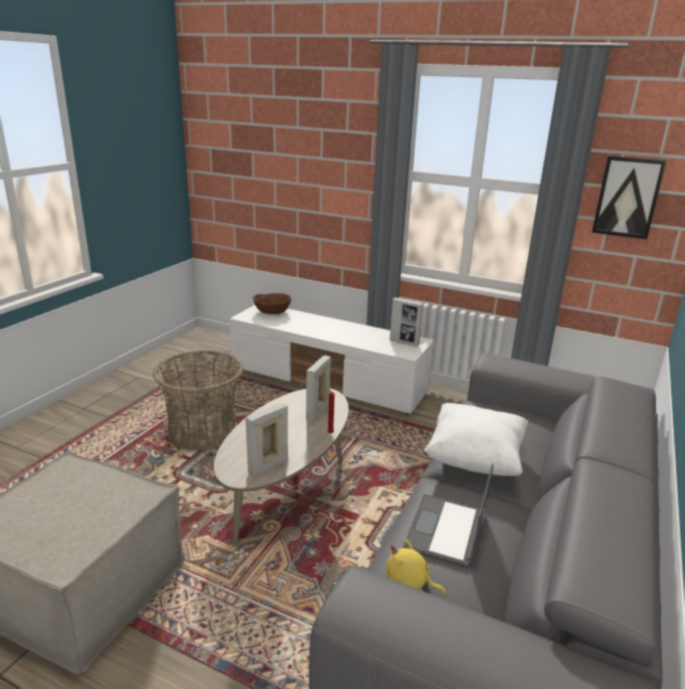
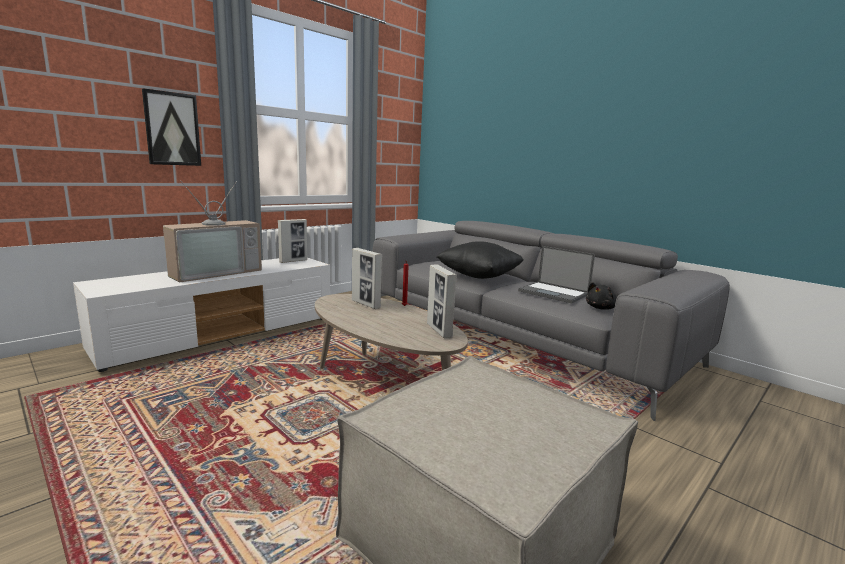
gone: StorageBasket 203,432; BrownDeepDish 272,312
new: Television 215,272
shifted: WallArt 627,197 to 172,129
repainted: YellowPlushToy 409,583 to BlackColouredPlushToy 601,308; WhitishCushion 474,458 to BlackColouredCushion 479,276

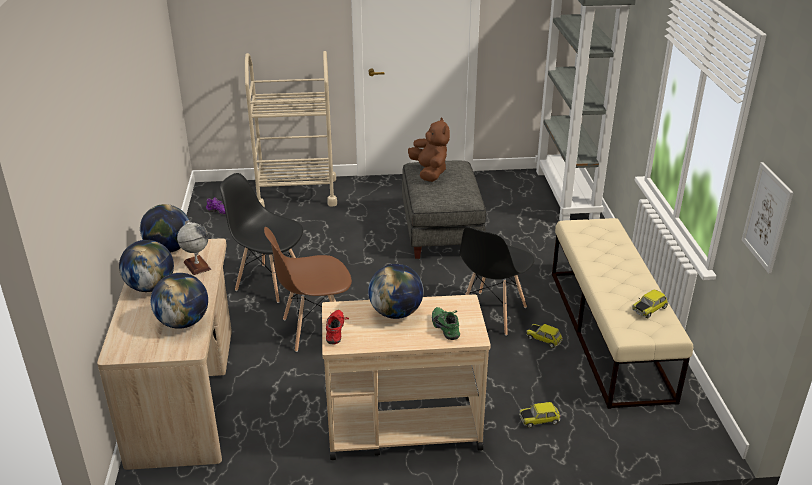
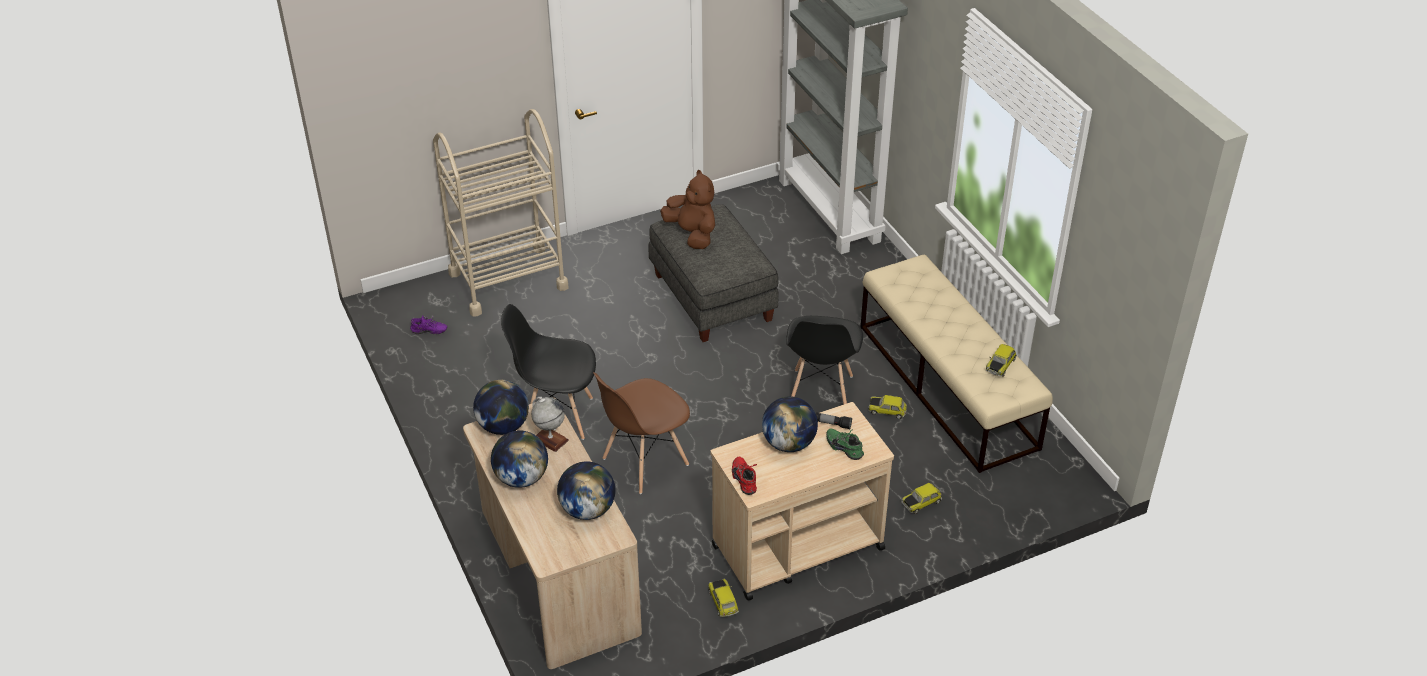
gone: WallArt 767,217
new: ModelCar 723,602; Flashlight 832,424

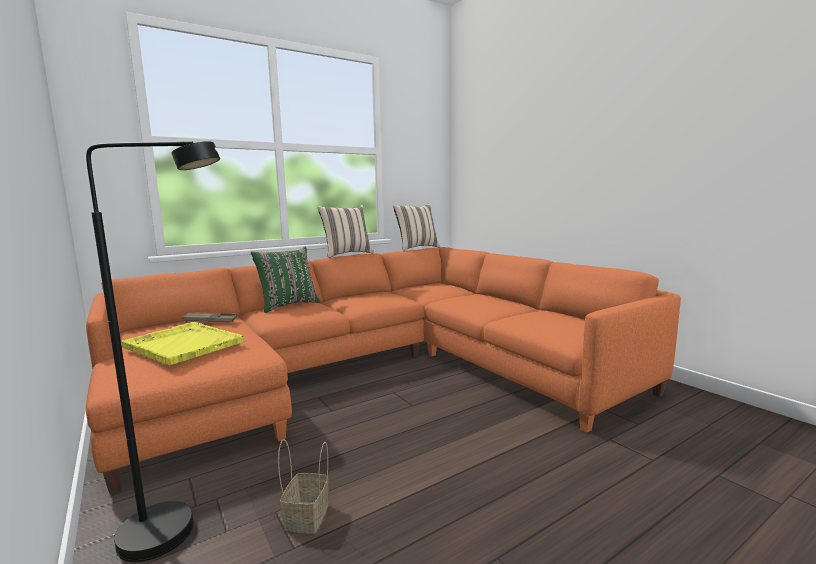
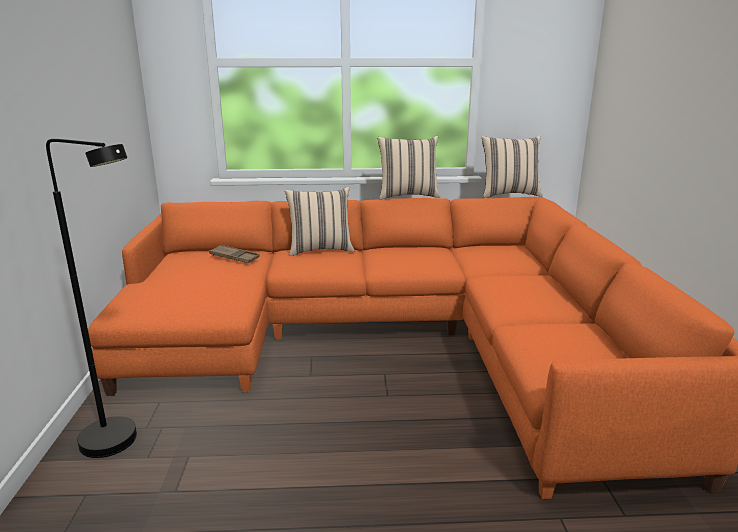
gone: YellowCarryingTray 183,344; StorageBasket 307,518
repainted: GreenColouredCushion 287,305 to SandColouredCushion 320,250

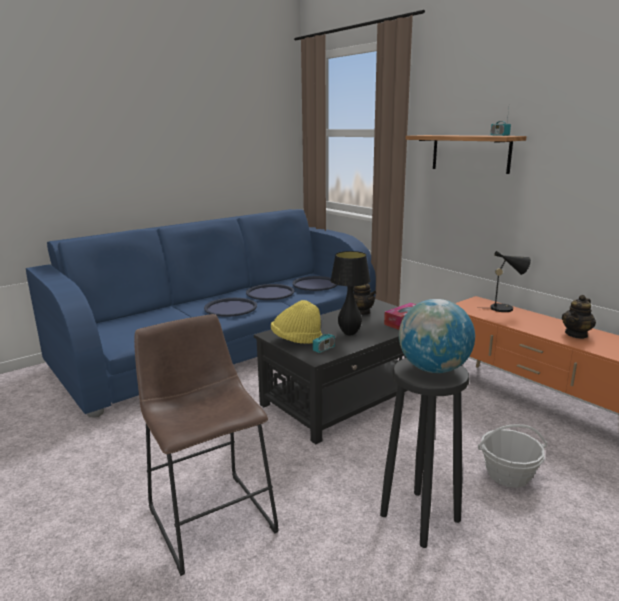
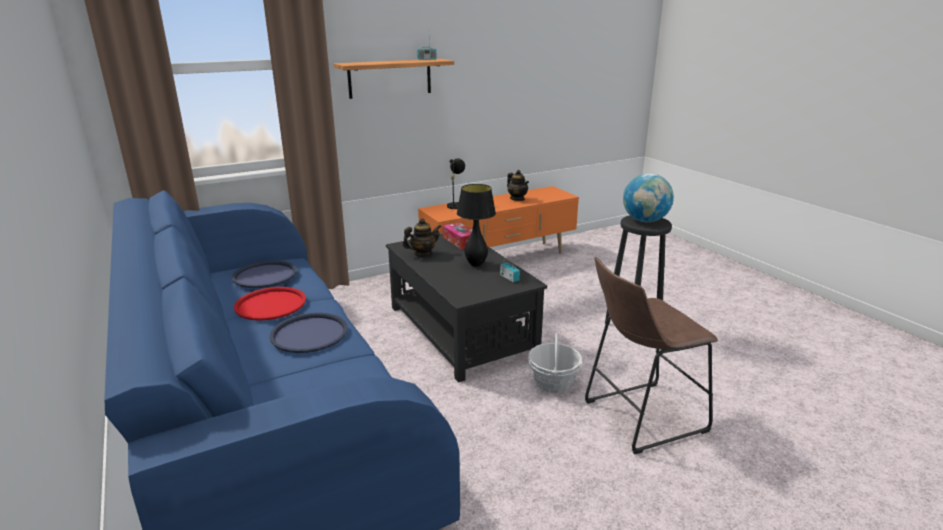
gone: YellowClothingHat 296,340
shifted: StorageBasket 508,474 to 553,382
repainted: BluishCarryingTray 270,293 to RedColouredCarryingTray 270,304

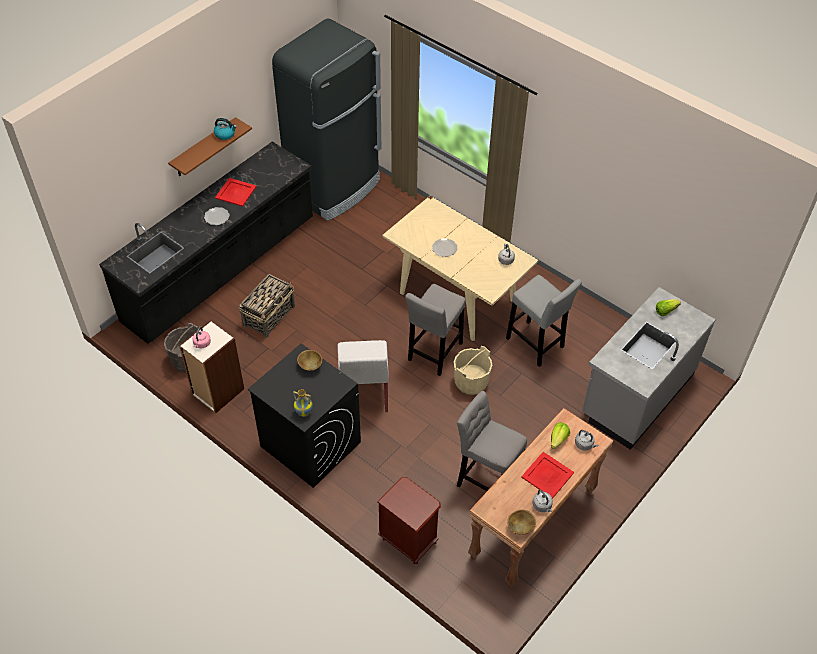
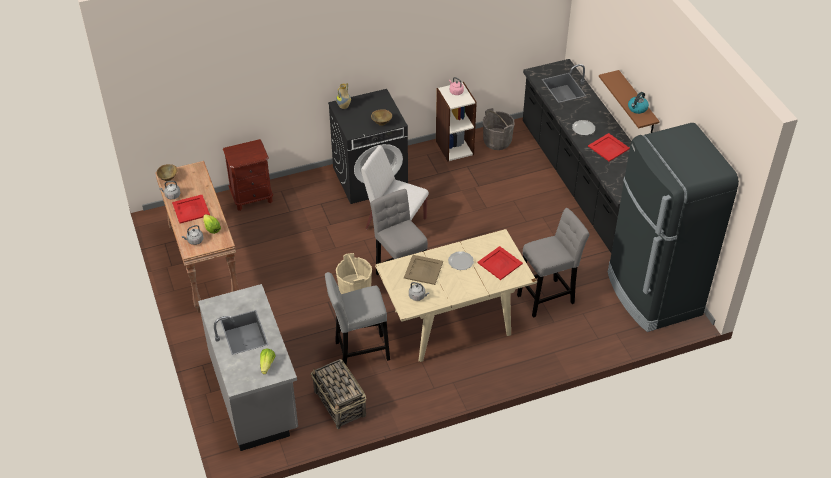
new: SandColouredCarryingTray 423,270; RedColouredCarryingTray 500,263
shifted: StorageBasket 269,315 to 340,404; GreyishStool 486,482 to 548,297

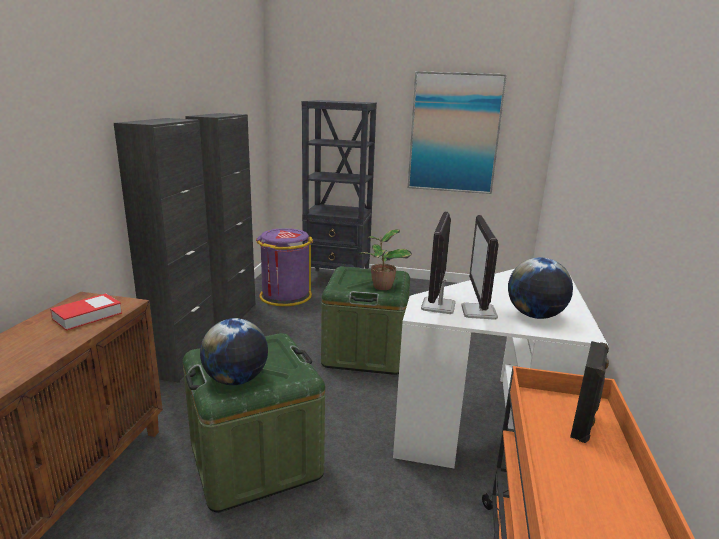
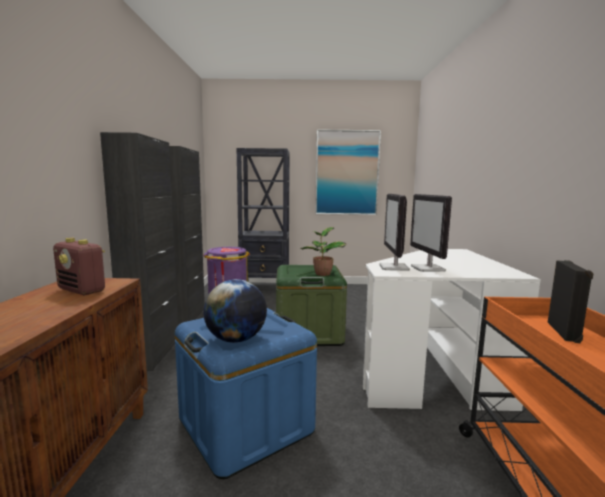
gone: WorldGlobe 535,315
swapped: Volume 87,316 to RadioSet 82,291
repainted: GreenColouredStorageBox 255,459 to BluishStorageBox 245,425

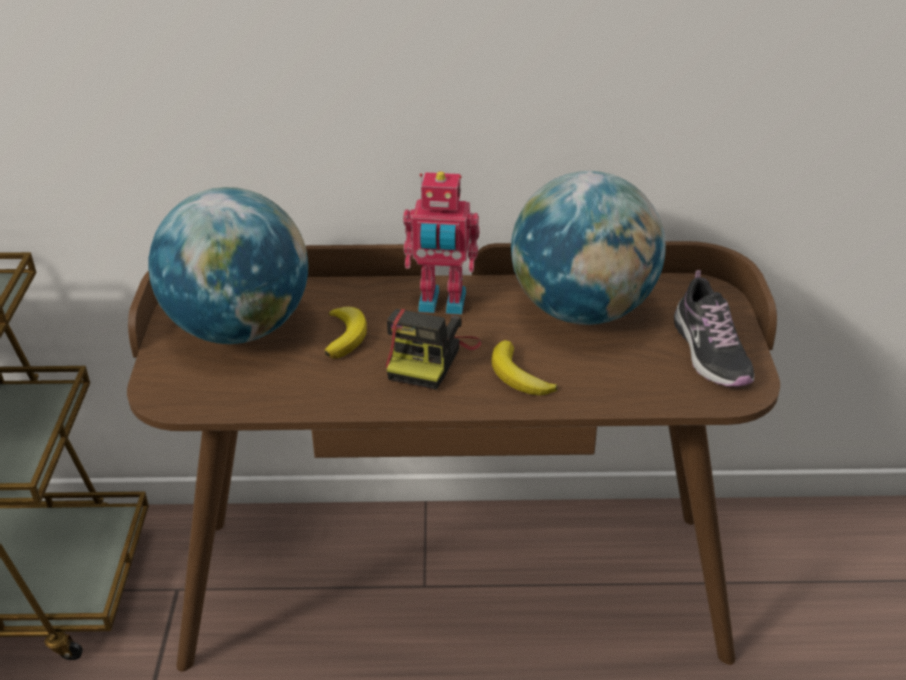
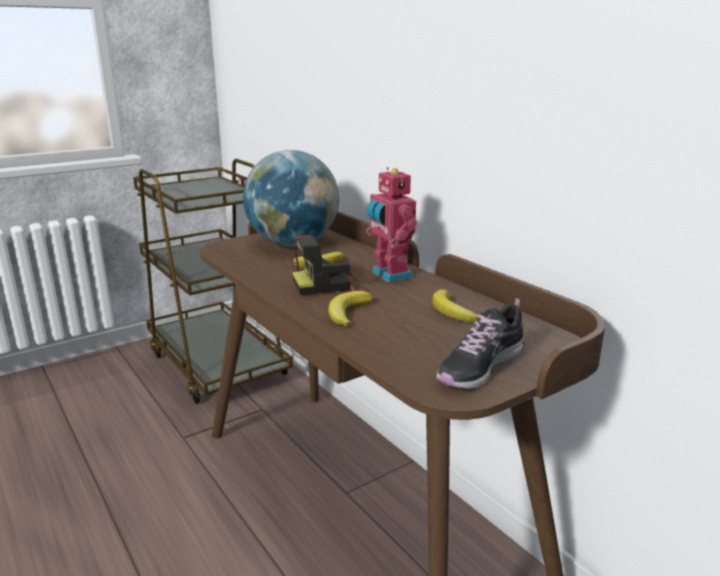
swapped: WorldGlobe 582,311 to Banana 452,311

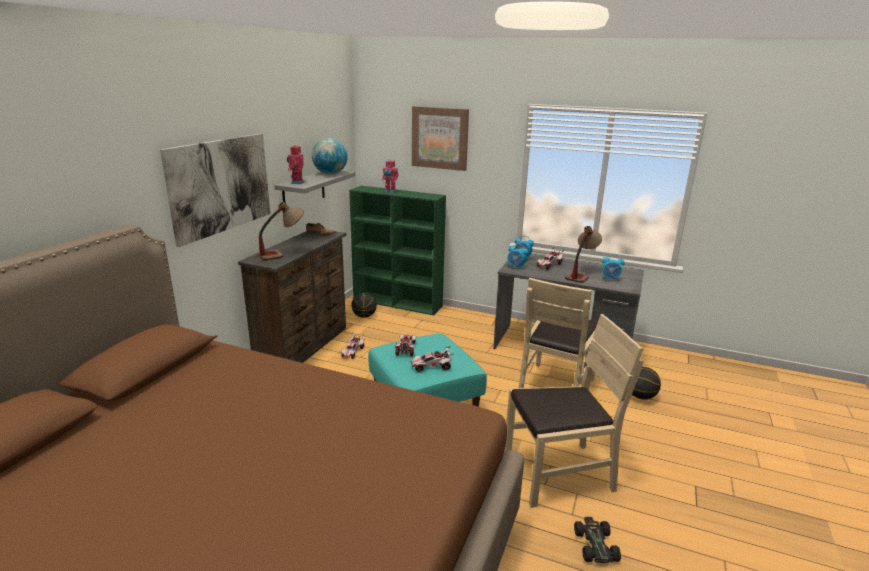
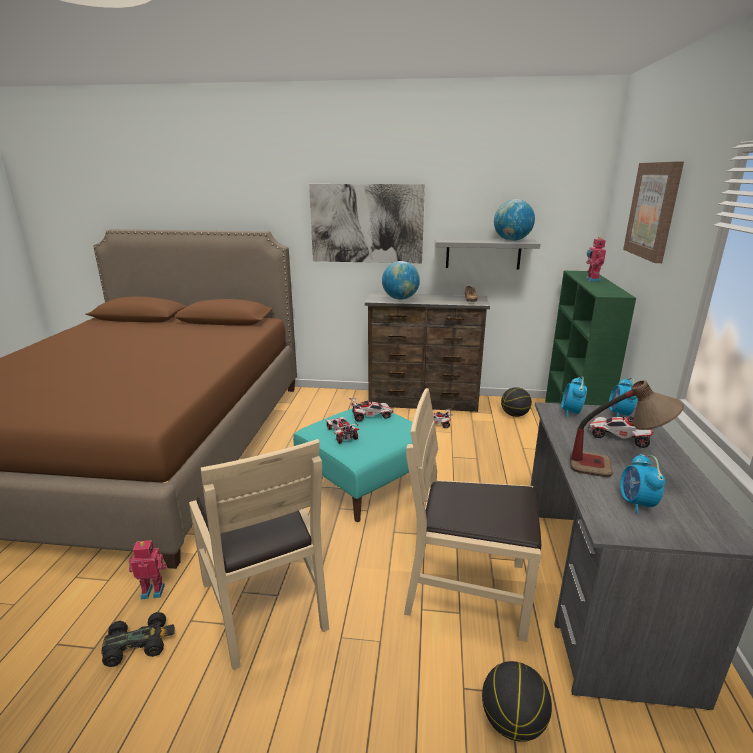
shifted: RobotFigure 297,182 to 153,590
swapped: LampForATable 283,254 to WorldGlobe 400,299

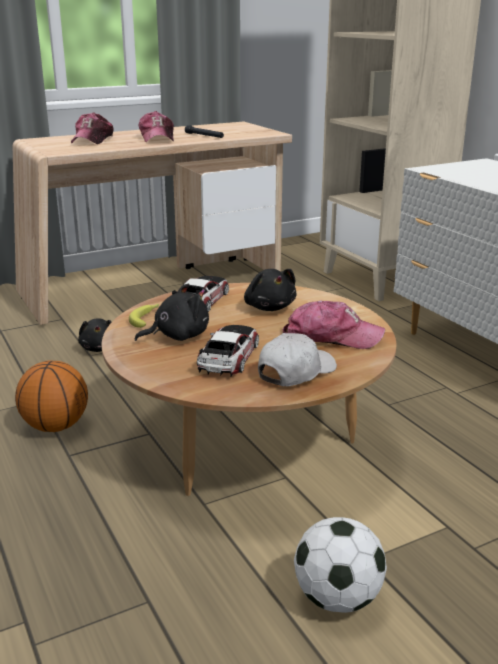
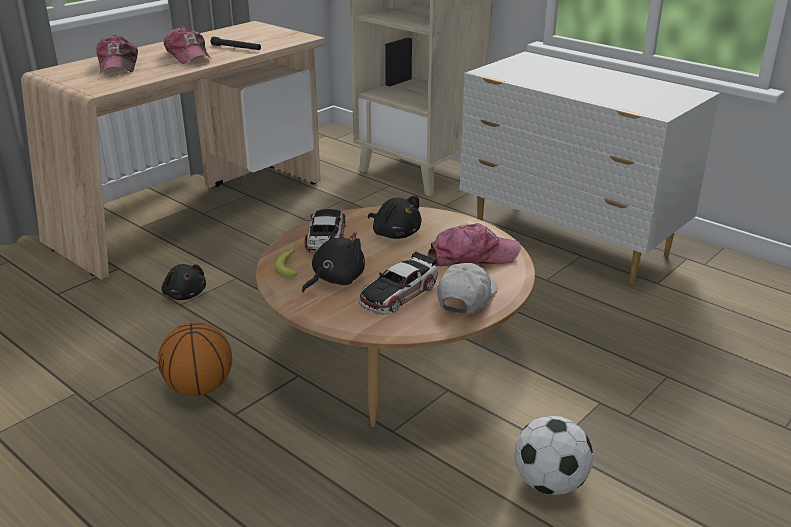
rotated: ModelCar 229,357 = 398,293 135 degrees counterclockwise

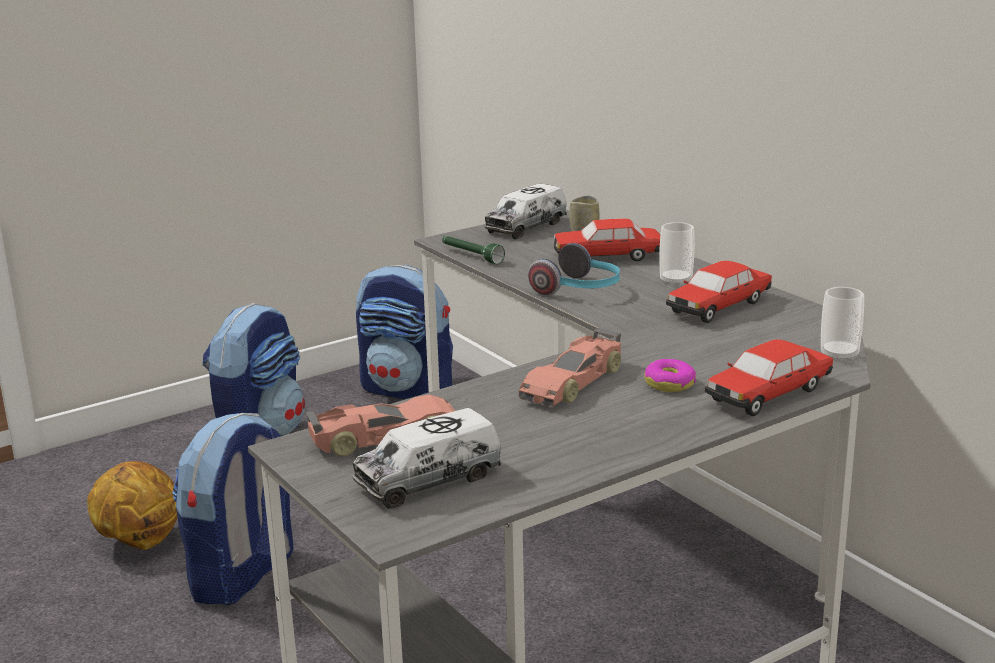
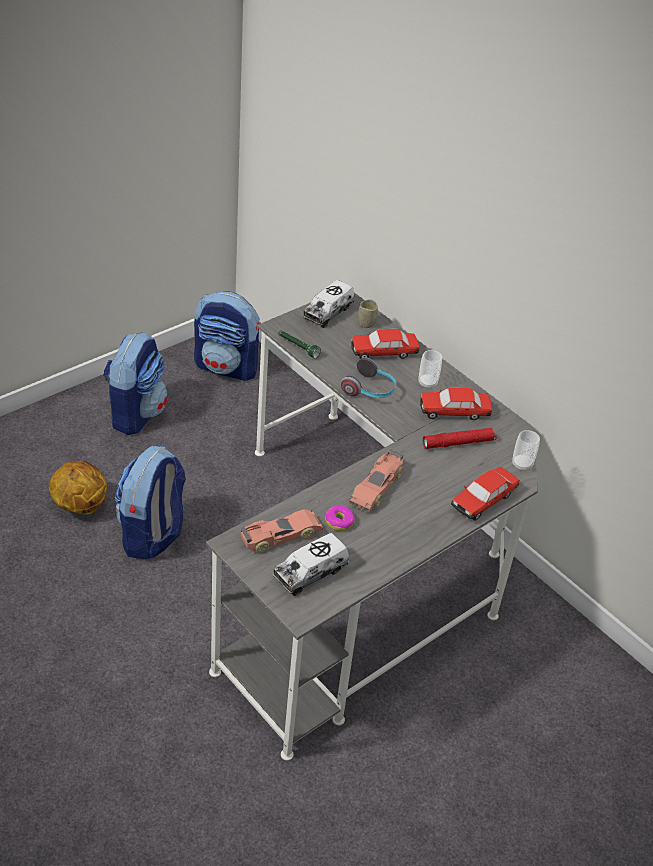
new: RedColouredFlashlight 458,443
shifted: Donut 669,384 to 339,521
rotated: ModelCar 719,306 = 454,411 45 degrees clockwise

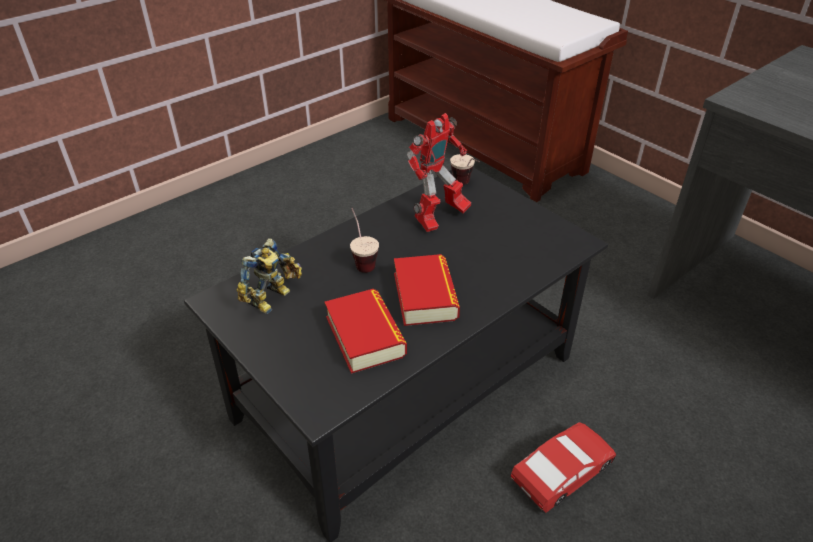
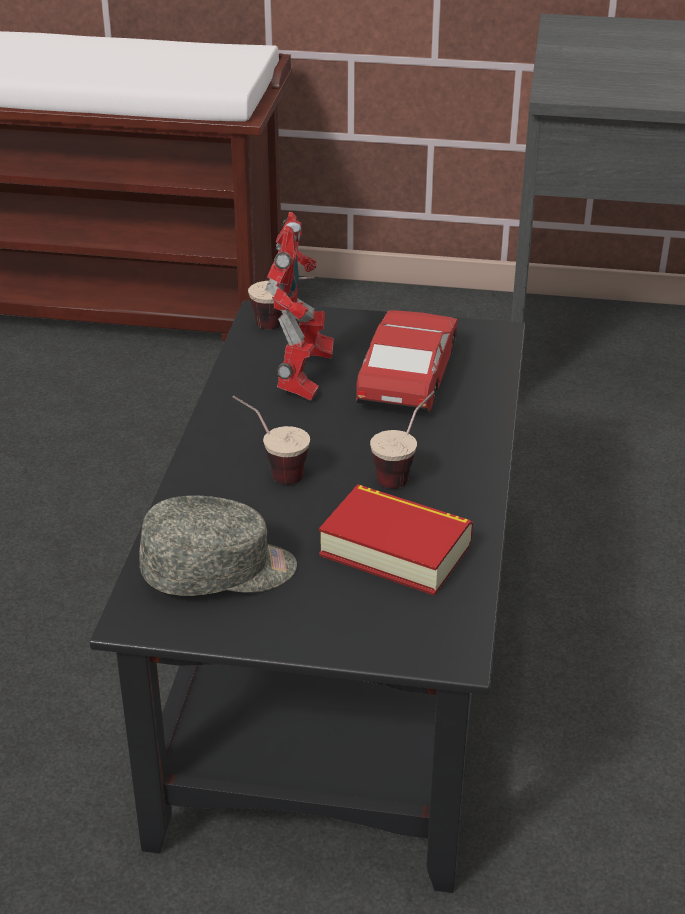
shifted: ModelCar 563,471 to 408,374
swapped: RobotFigure 273,299 to GreyishCap 219,572; Volume 425,296 to Cup 404,472

